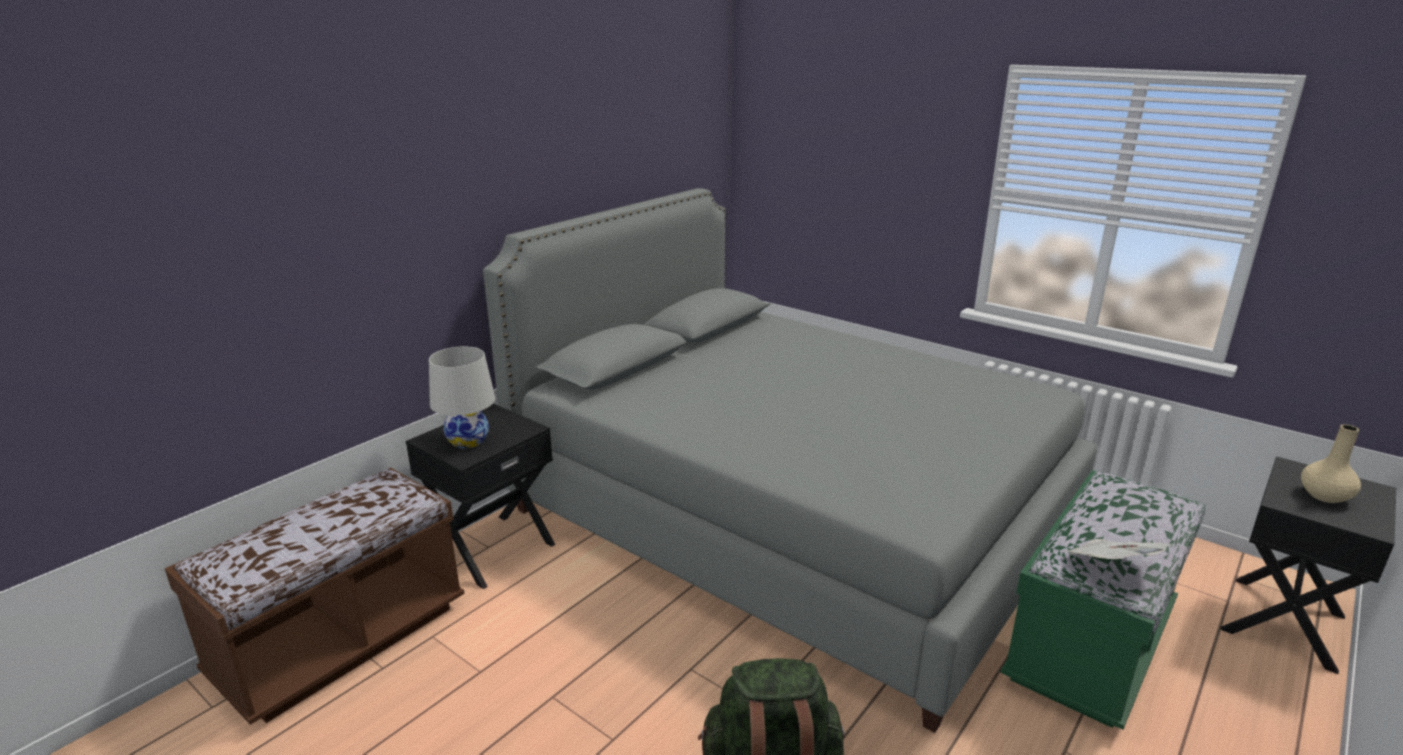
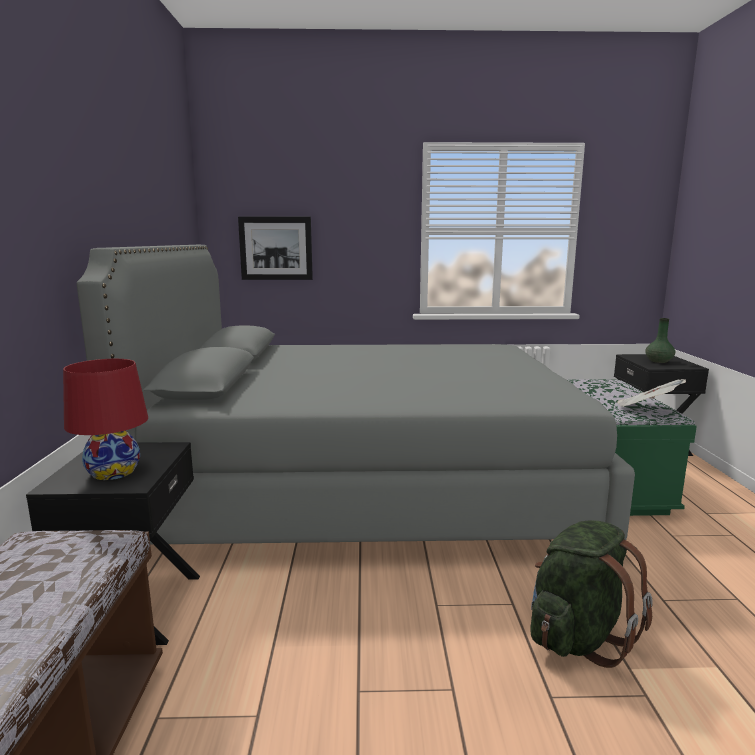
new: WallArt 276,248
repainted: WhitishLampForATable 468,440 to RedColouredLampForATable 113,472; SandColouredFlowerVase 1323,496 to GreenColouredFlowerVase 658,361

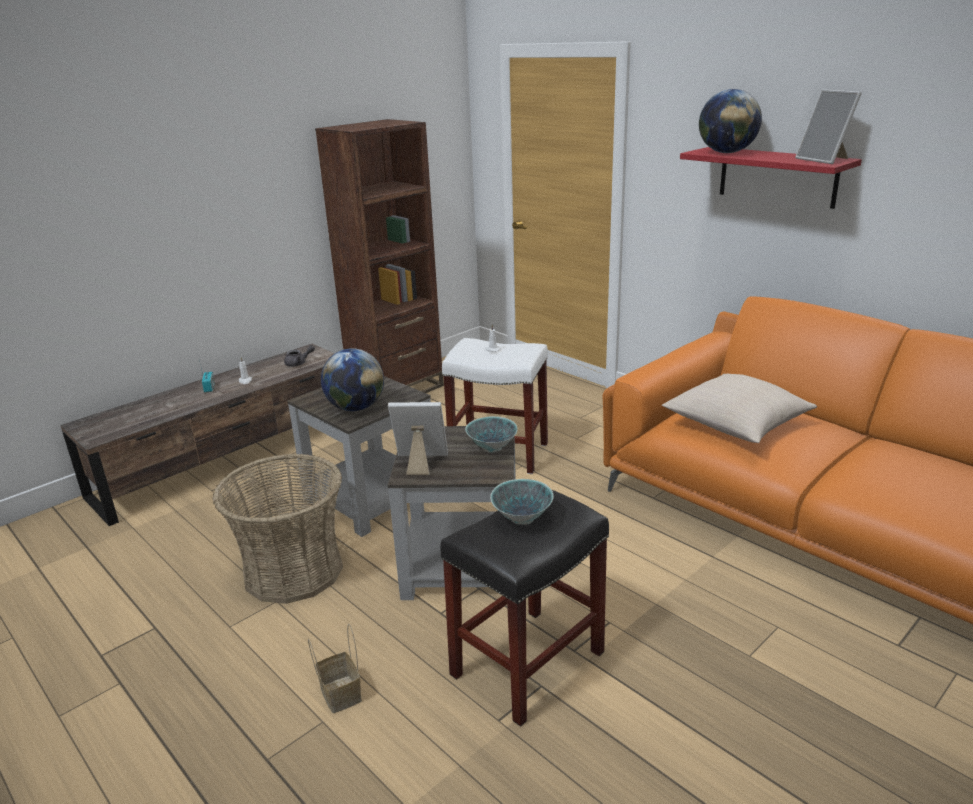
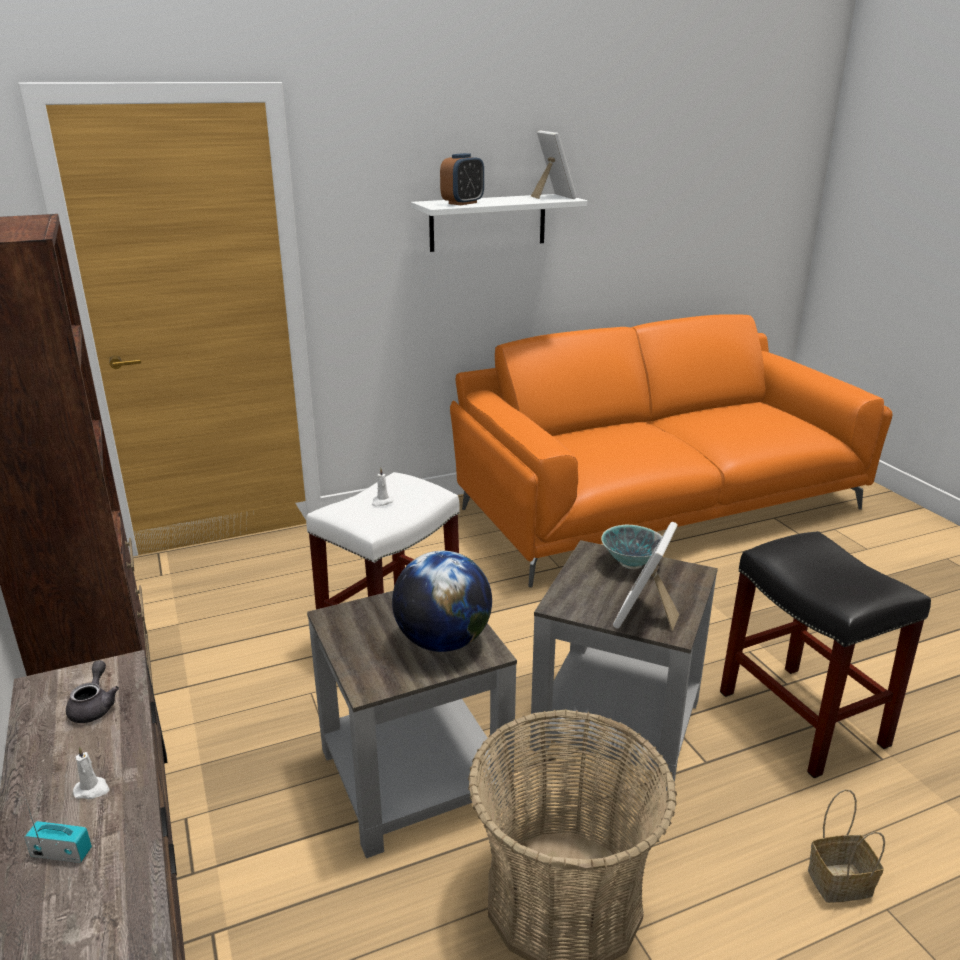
gone: DeepDish 522,518; SandColouredCushion 736,424
swapped: WorldGlobe 727,153 to BedsideClock 463,203
repainted: RedColouredWallShelf 777,176 to WhitishWallShelf 488,222
rotated: PhotoFrame 825,160 = 552,197 105 degrees counterclockwise

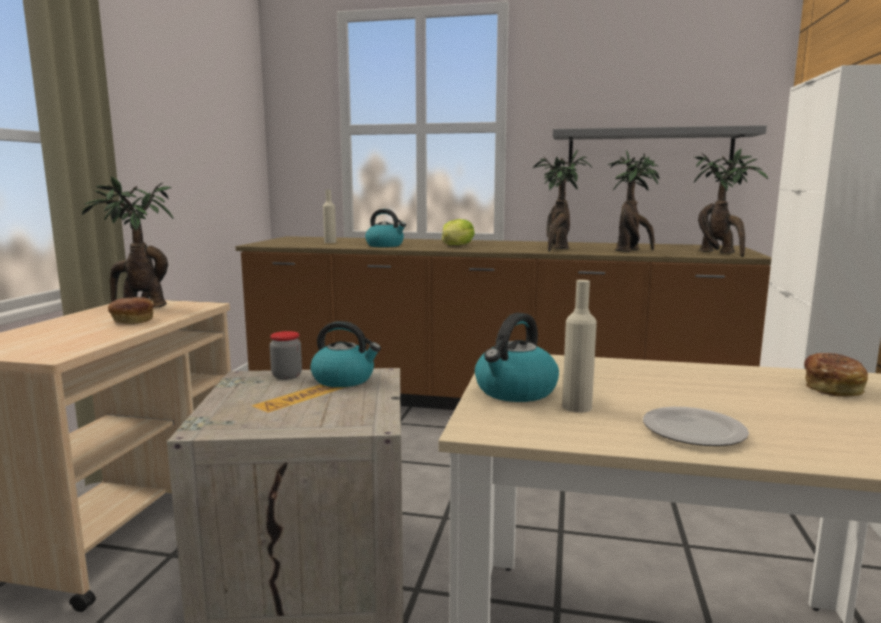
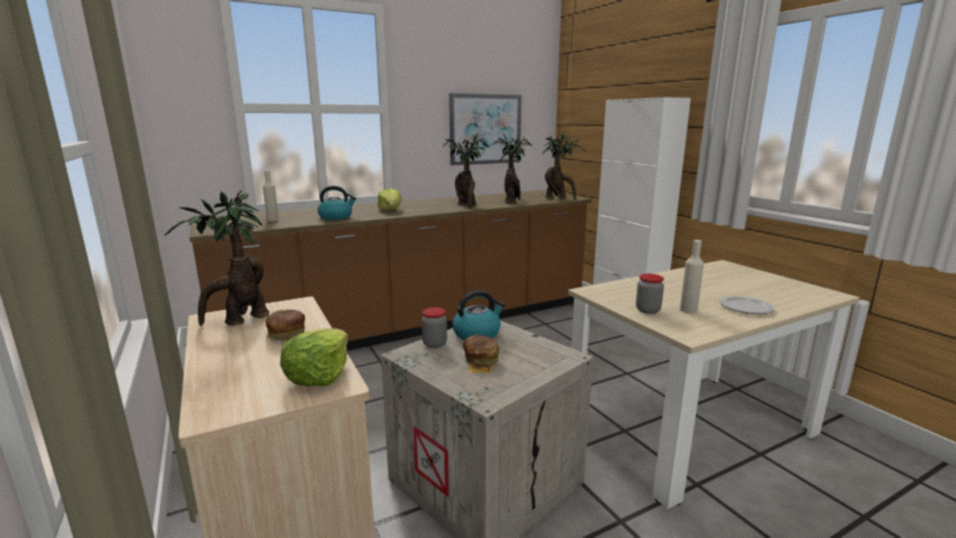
new: HeadOfLettuce 319,375
shifted: BakedBread 832,388 to 480,359
swapped: Kettle 515,391 to Jar 647,310; GreyishWallShelf 649,152 to WallArt 485,129

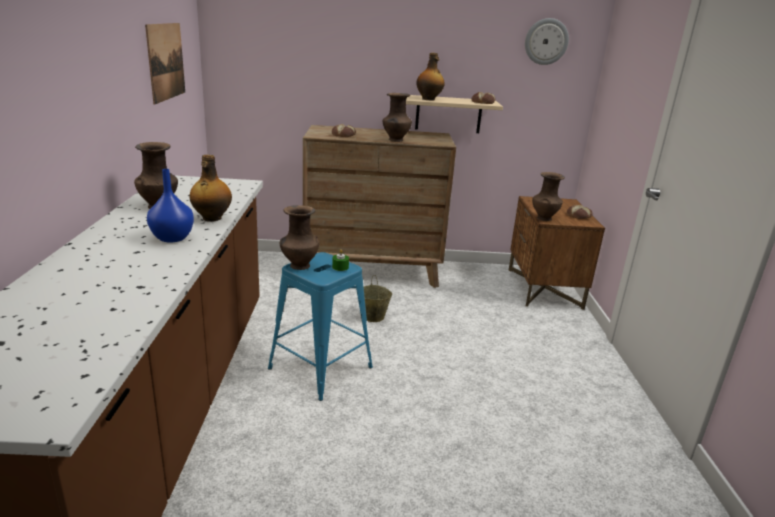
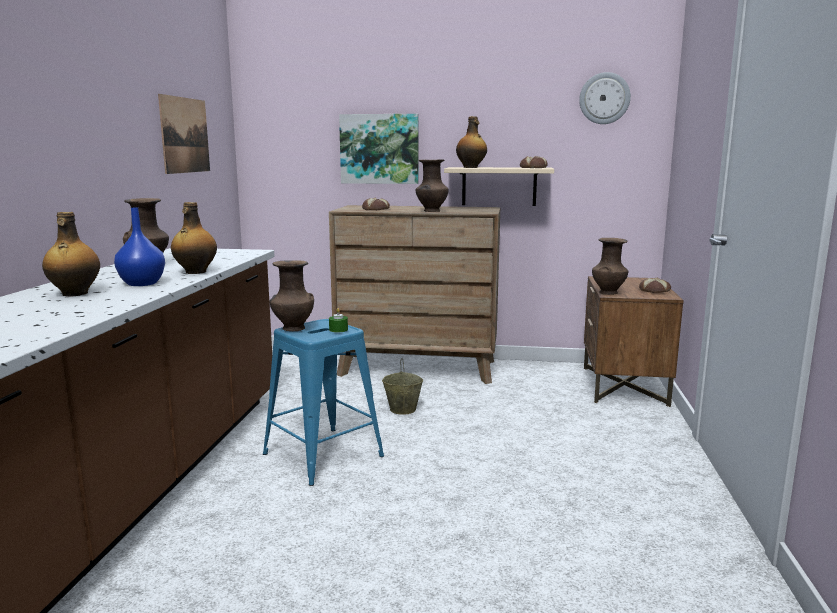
new: Bottle 74,294; WallArt 379,149

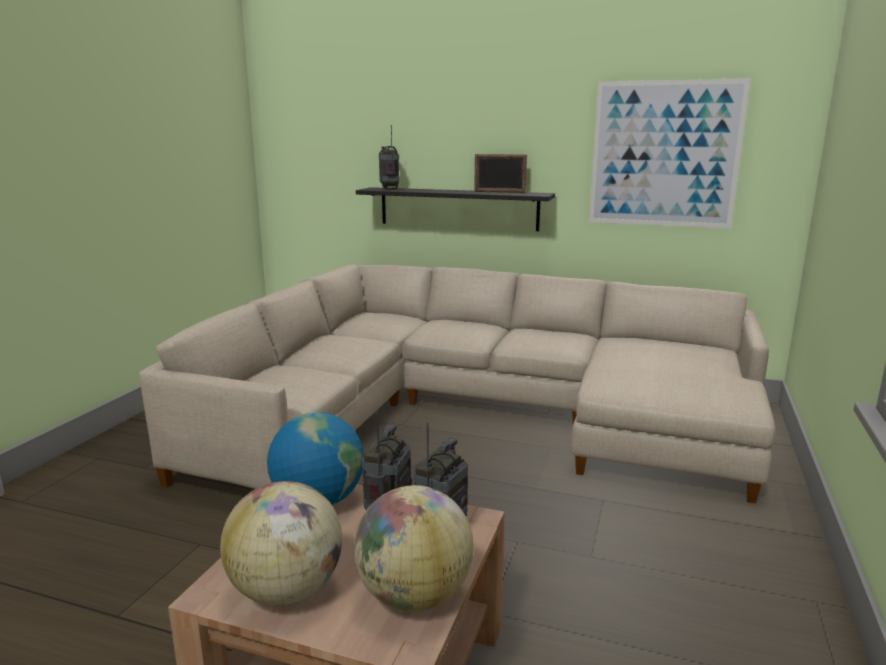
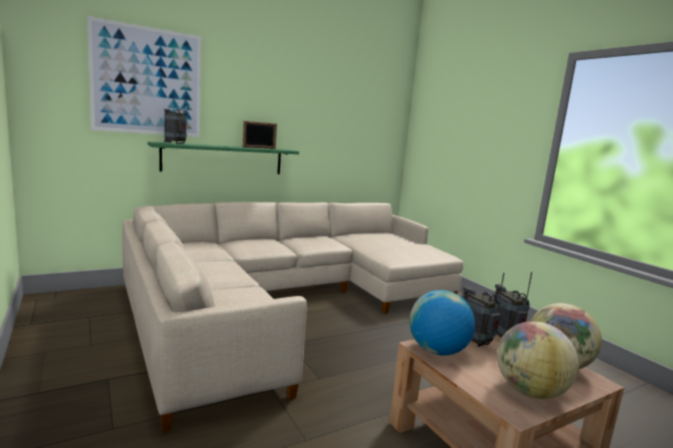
shifted: WallArt 664,154 to 147,81
repainted: BlackColouredWallShelf 458,208 to GreenColouredWallShelf 223,159

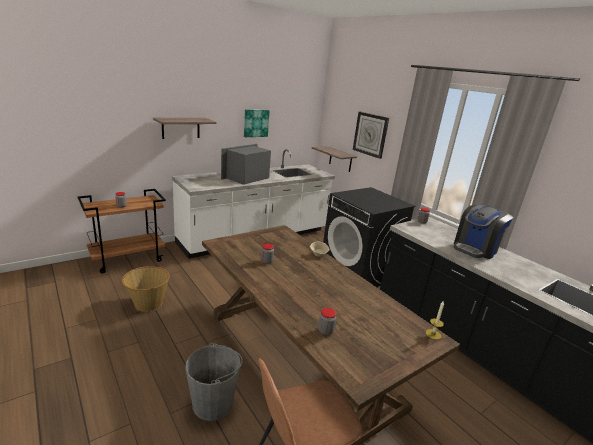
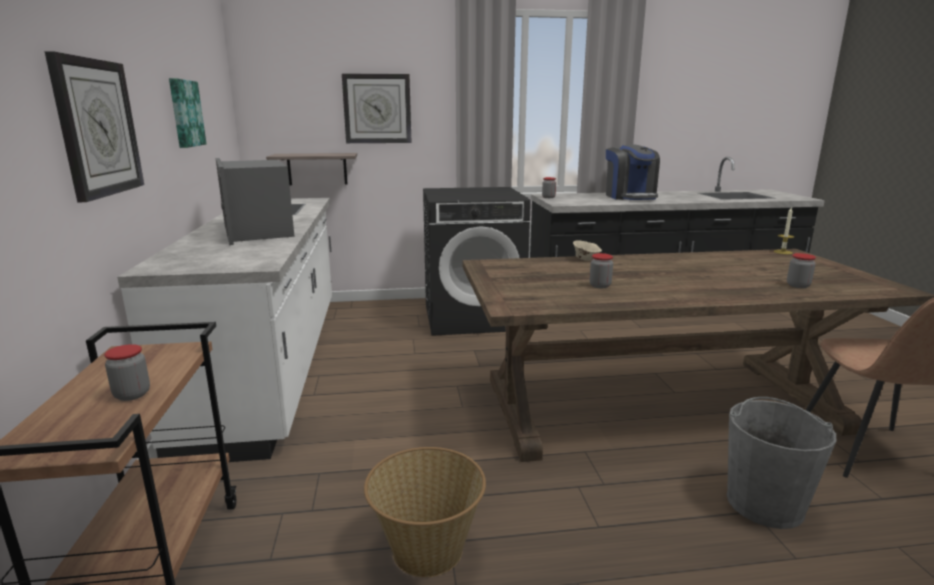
swapped: WallShelf 180,128 to ClockOnTheWall 97,128

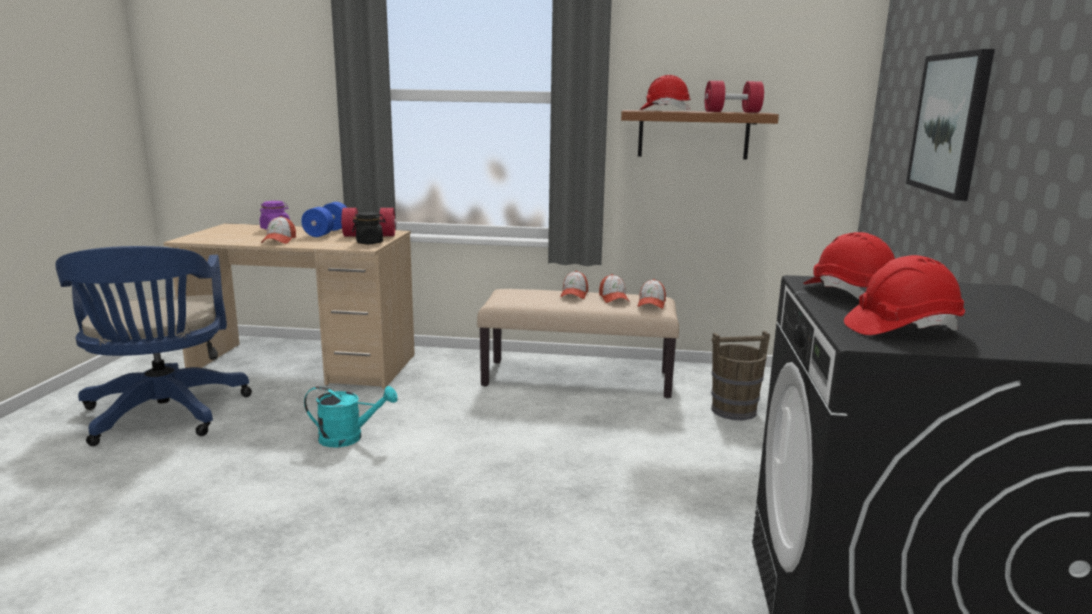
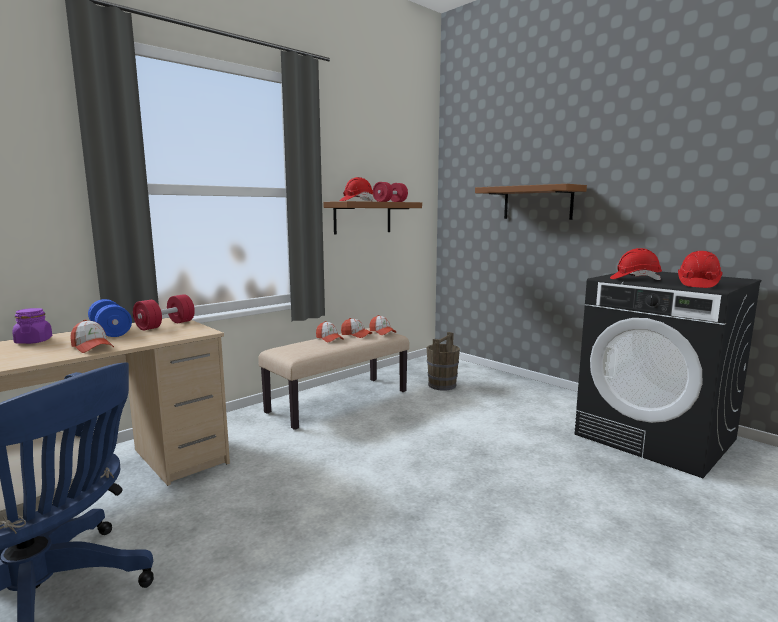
gone: TurquoiseSprinklingCan 349,438; BlackColouredJar 369,242
swapped: WallArt 950,124 to BrownWallShelf 537,203

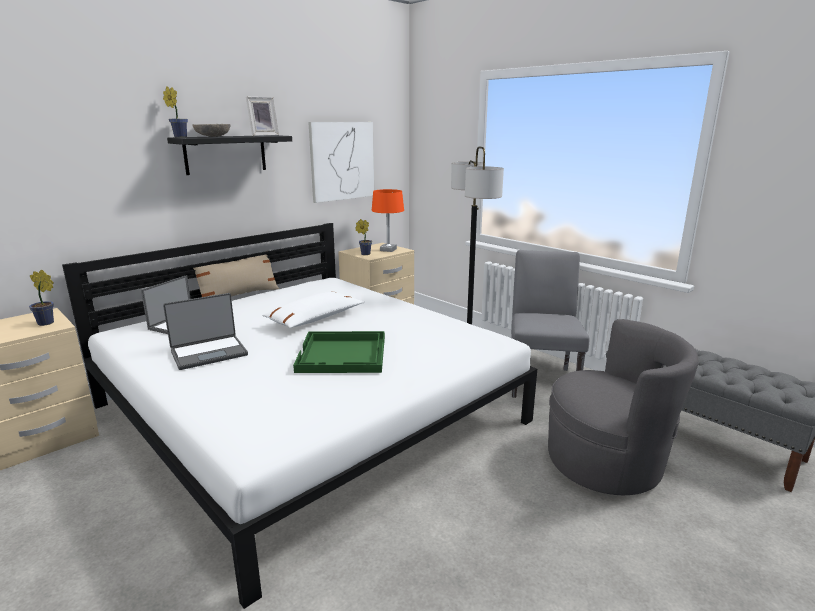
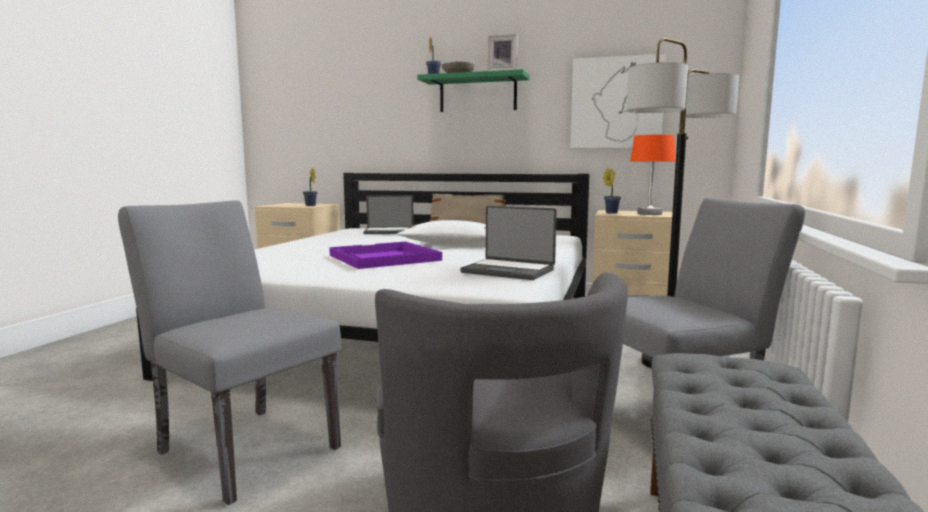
new: GreyishPlainChair 241,446
shifted: Laptop 209,353 to 509,271
repainted: BlackColouredWallShelf 225,154 to GreenColouredWallShelf 478,94; GreenColouredCarryingTray 343,354 to PurpleColouredCarryingTray 383,258

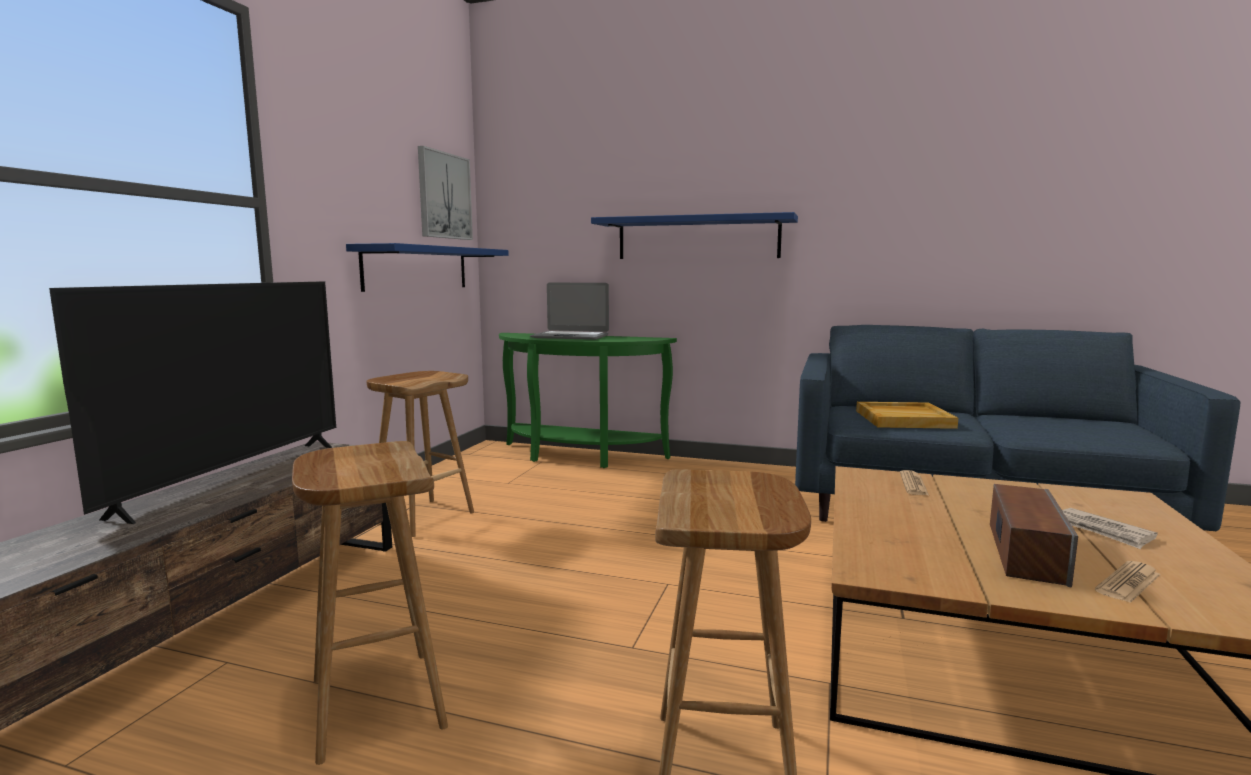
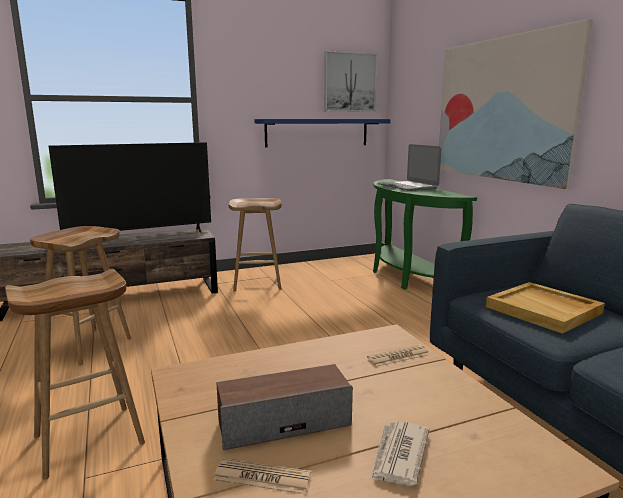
swapped: BluishWallShelf 697,238 to WallArt 502,109

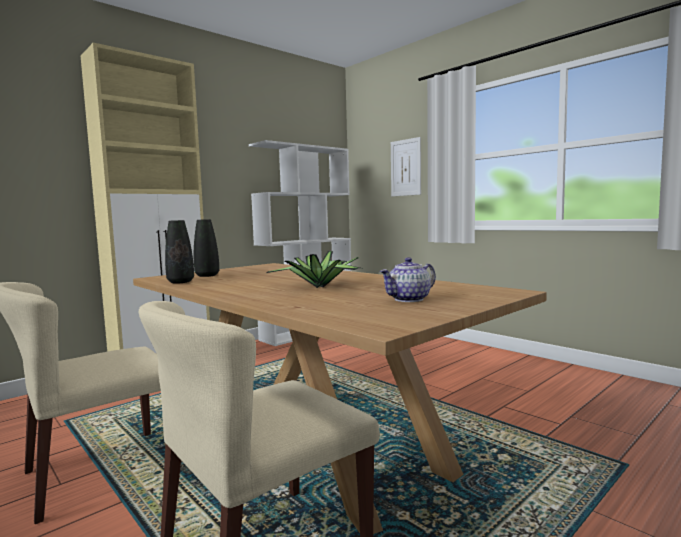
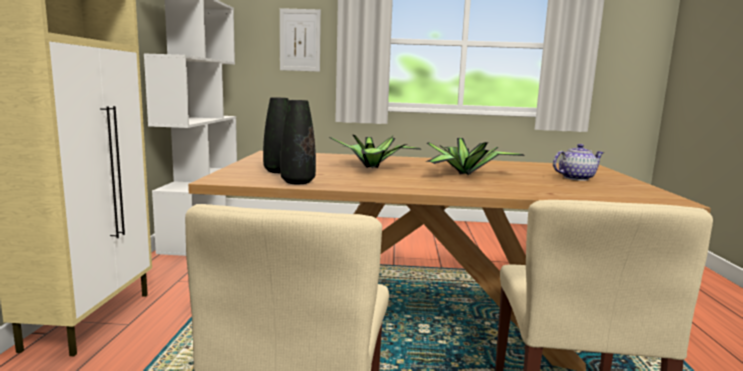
new: PottedPlant 373,167
rotated: TeaPot 409,299 = 575,178 120 degrees counterclockwise

